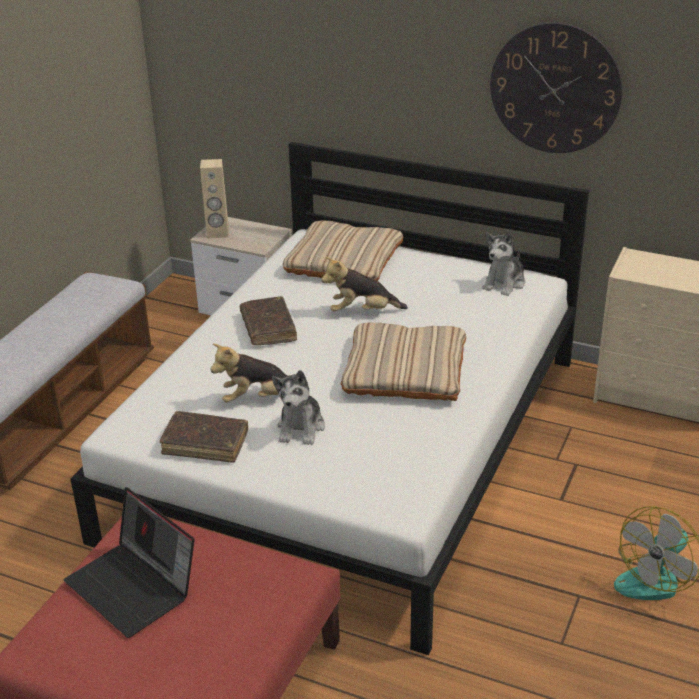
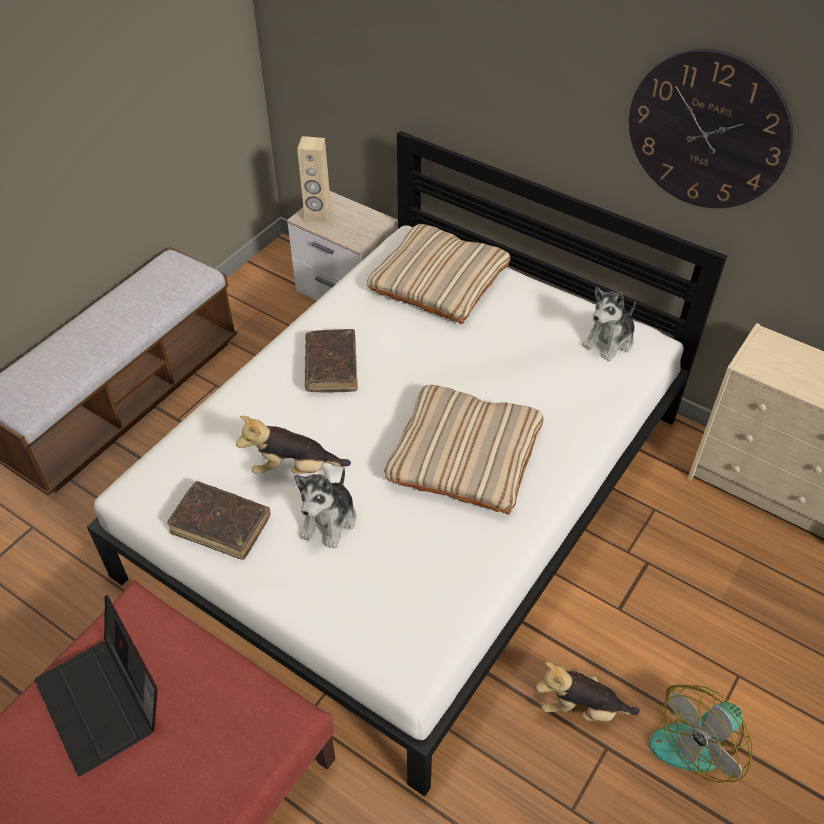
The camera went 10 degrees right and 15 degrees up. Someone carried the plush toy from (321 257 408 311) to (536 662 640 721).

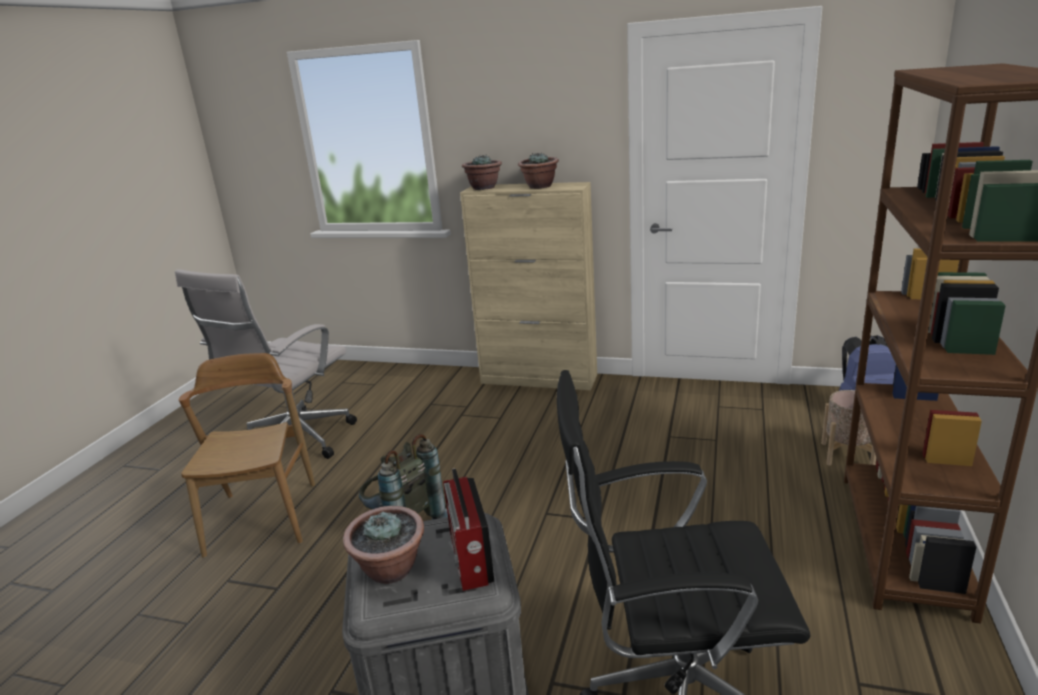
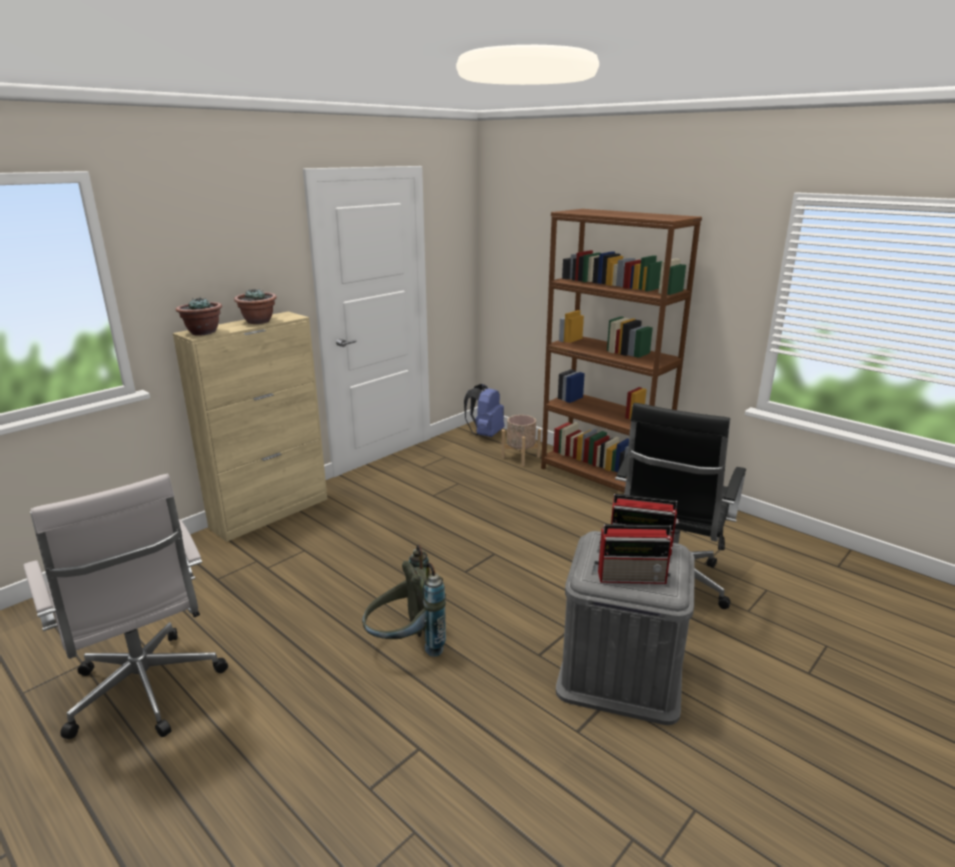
The camera went 65 degrees left and 0 degrees up. Someone swapped the potted plant at (343 506 424 584) for the radio at (598 524 672 584). Someone took away the brown chair at (178 353 315 558).

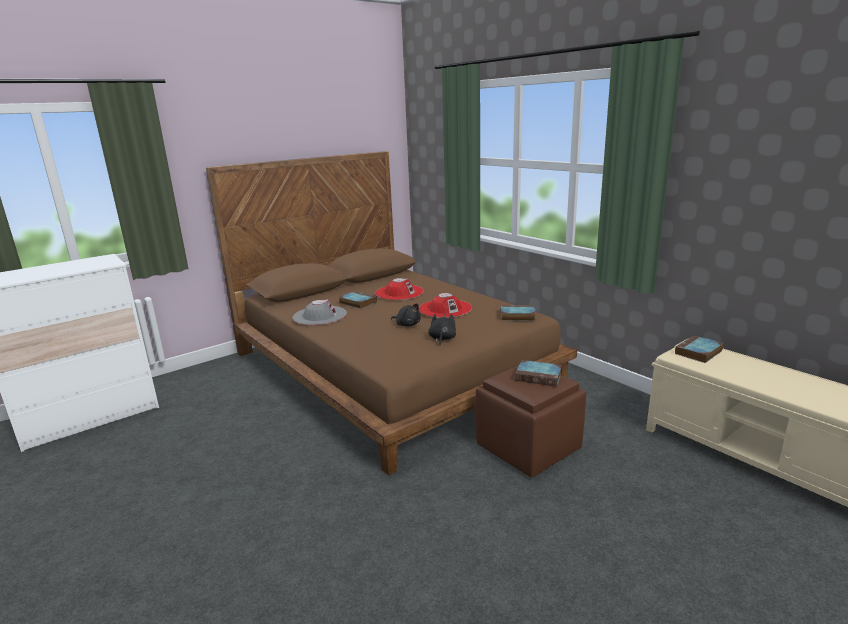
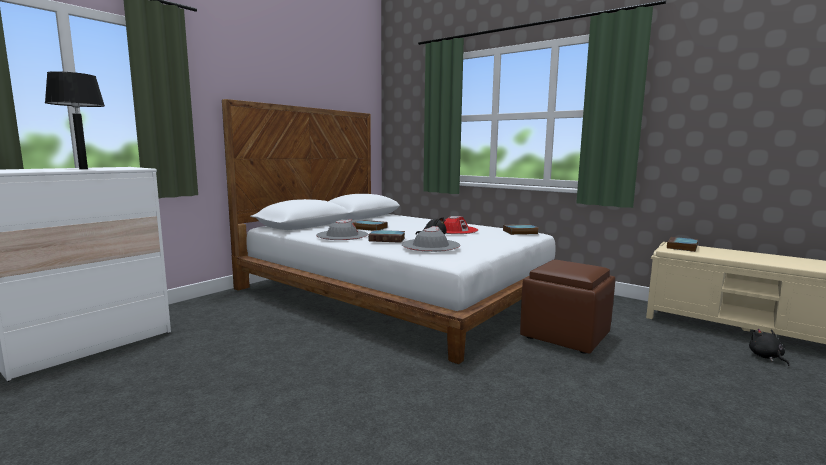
The camera went 15 degrees left and 10 degrees down. Someone put down the black table lamp at (45 71 105 169). Someone repainted the brown bed at (206 151 577 475), which became the white bed at (222 99 556 364). Someone carried the book from (515 360 562 387) to (368 230 405 243). Someone put down the grey hat at (402 226 460 252). Someone carried the black plush toy from (428 313 456 346) to (749 329 790 366). Someone took away the red hat at (375 278 424 300).

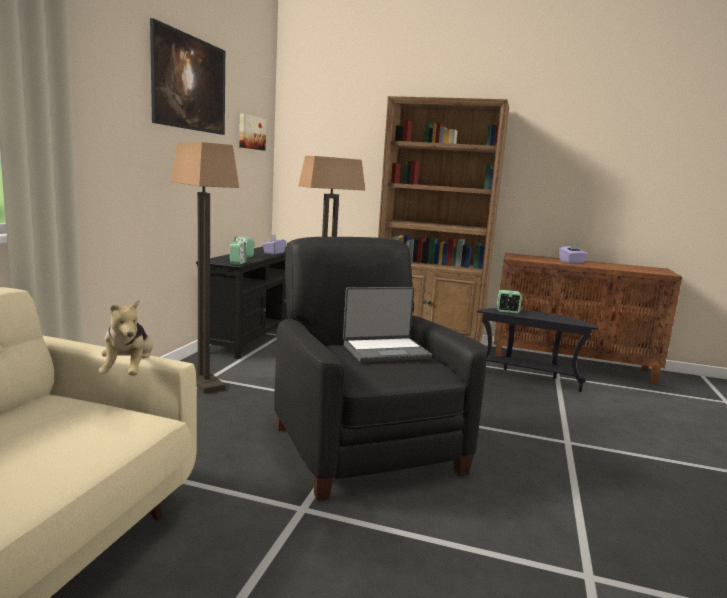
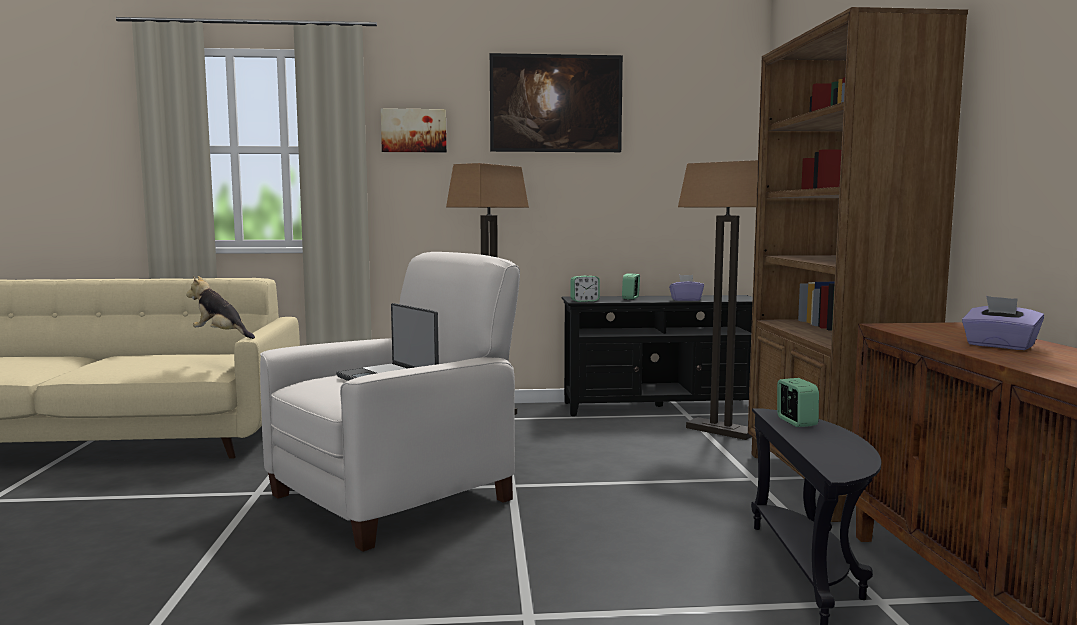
The camera went 70 degrees right and 5 degrees down. Someone rotated the plush toy at (99 299 153 376) by 60 degrees clockwise. Someone repainted the black armchair at (274 237 488 501), which became the white armchair at (260 252 520 552). Someone carried the picture from (239 114 266 151) to (381 108 447 153).

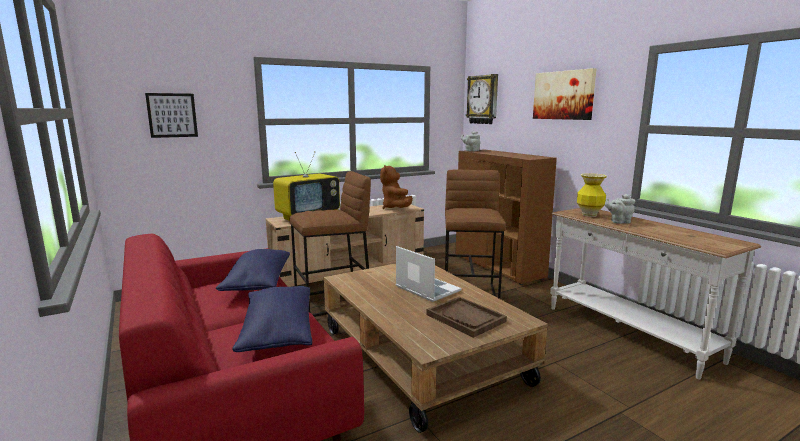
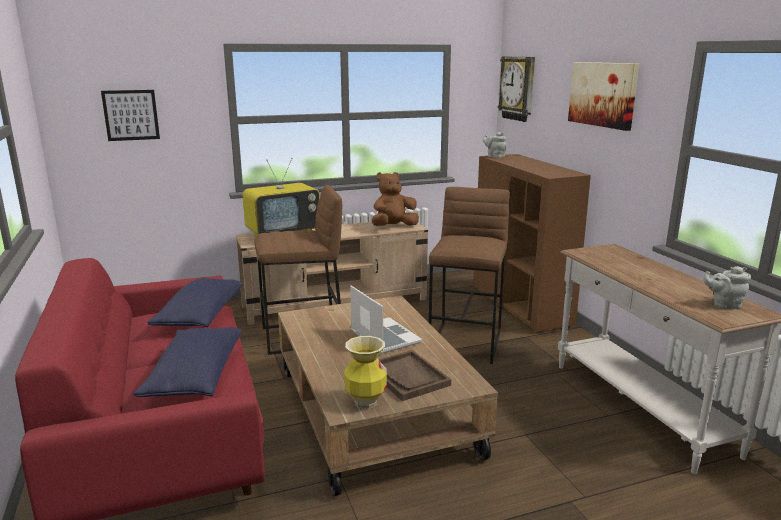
The camera went 10 degrees right and 5 degrees up. Someone carried the vase from (577 173 607 217) to (344 336 387 409). Someone rotated the brown plush toy at (380 165 413 209) by 60 degrees clockwise. Someone carried the grey teapot from (605 194 635 224) to (703 266 751 309).

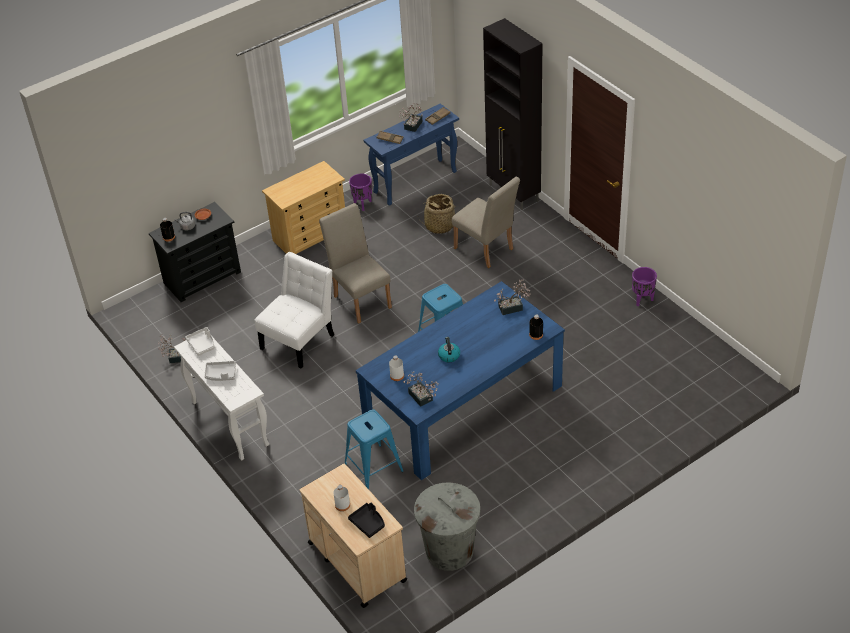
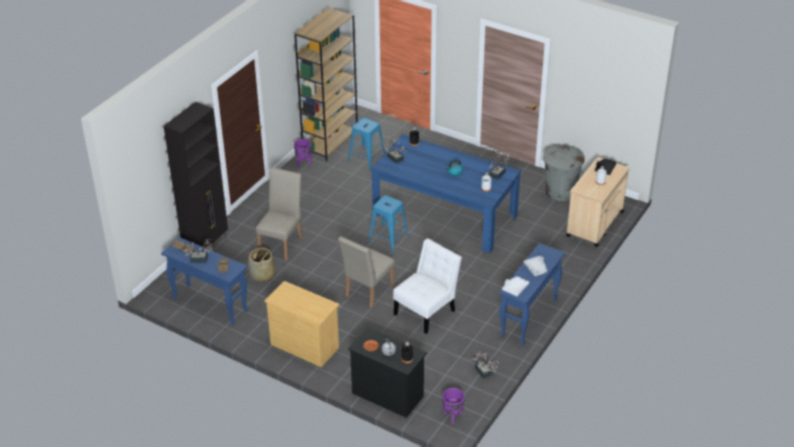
The camera went 115 degrees left and 5 degrees down. Someone put down the brown bookcase at (294 8 358 161). Someone carried the blue stool from (345 409 403 489) to (348 118 385 171). Someone rotated the white chair at (255 252 334 368) by 120 degrees clockwise. Someone carried the purple planter from (349 173 372 211) to (442 388 465 424). Someone repainted the white console table at (174 334 269 461), which became the blue console table at (499 243 565 345).

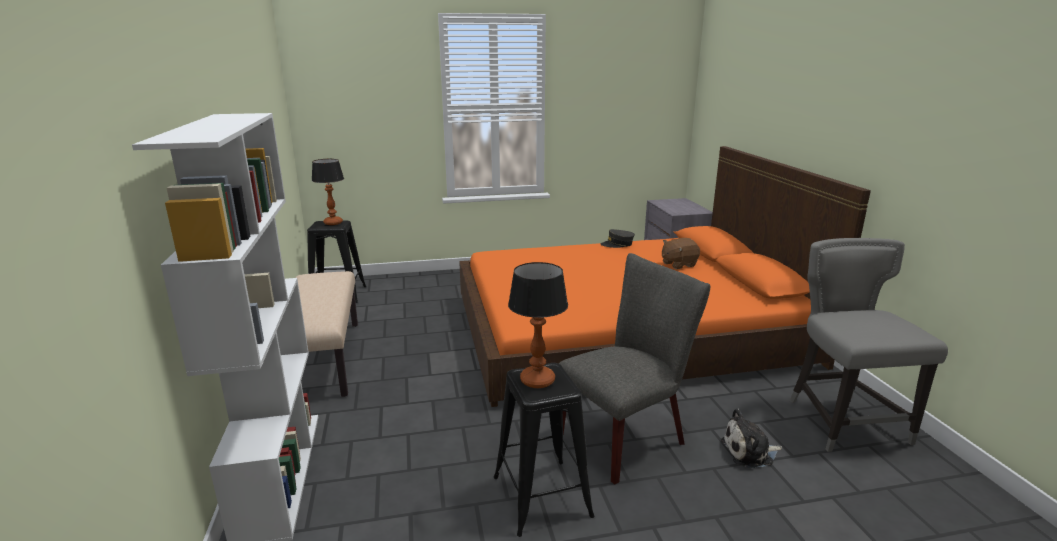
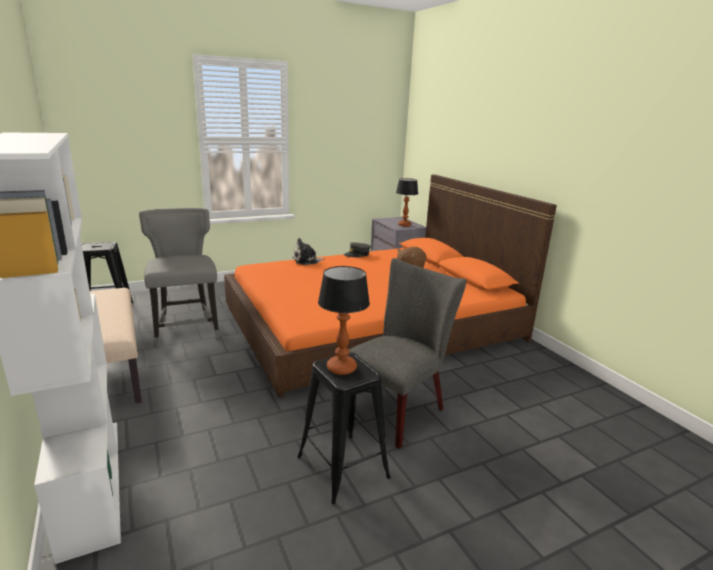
The camera went 15 degrees left and 0 degrees up. Someone carried the grey chair from (790 238 948 452) to (139 208 219 346). Someone carried the plush toy from (721 409 782 468) to (293 238 325 265). Someone carried the table lamp from (312 159 344 225) to (396 178 418 226).

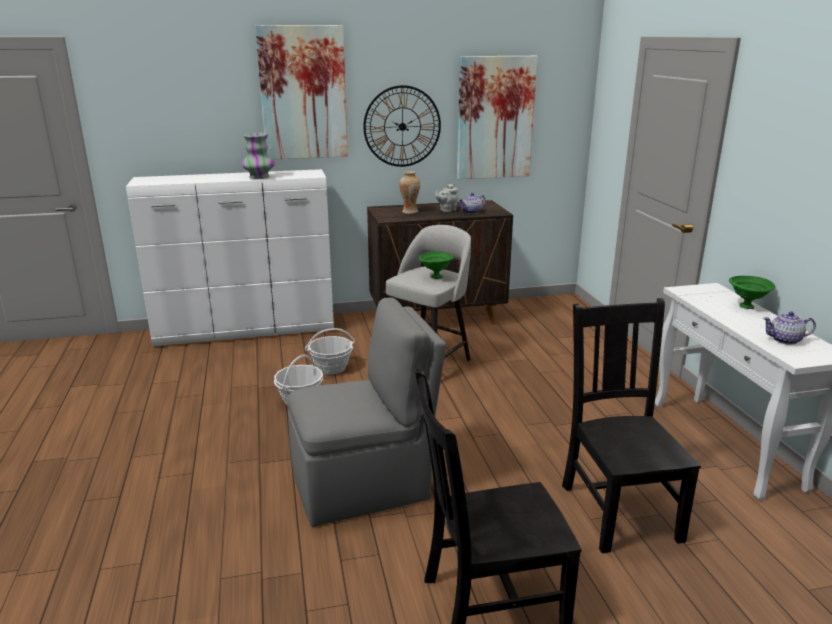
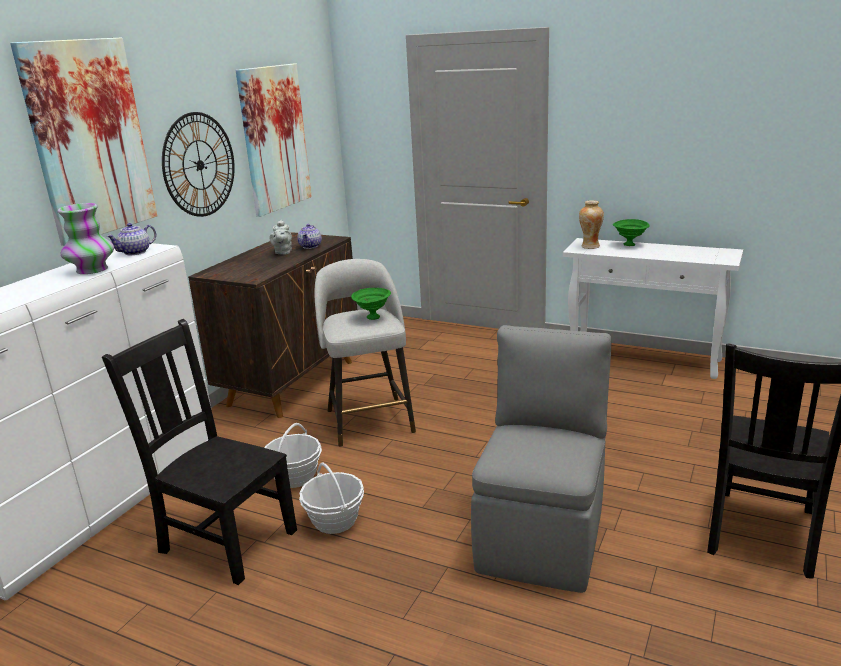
The camera went 50 degrees left and 0 degrees up. Someone carried the black chair from (562 298 701 553) to (102 319 297 585). Someone carried the teapot from (763 311 816 345) to (106 223 156 255). Someone carried the vase from (399 171 420 214) to (579 200 604 249).

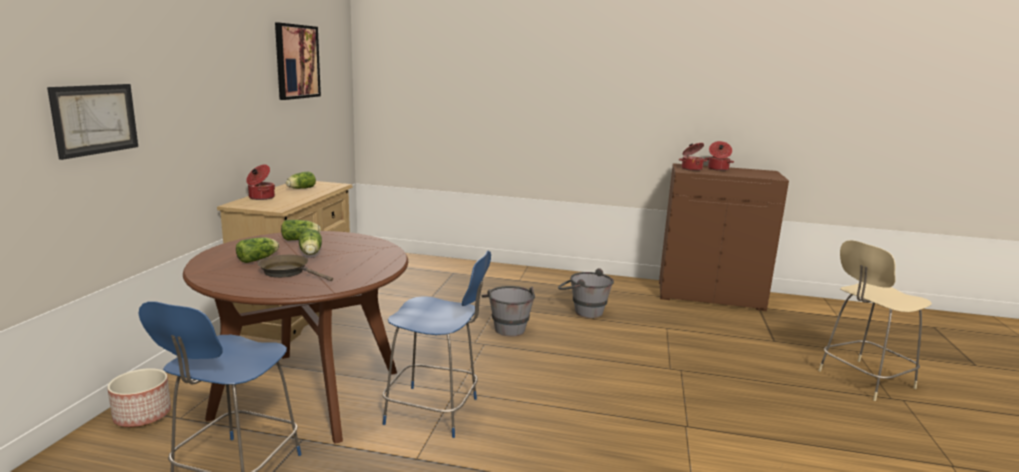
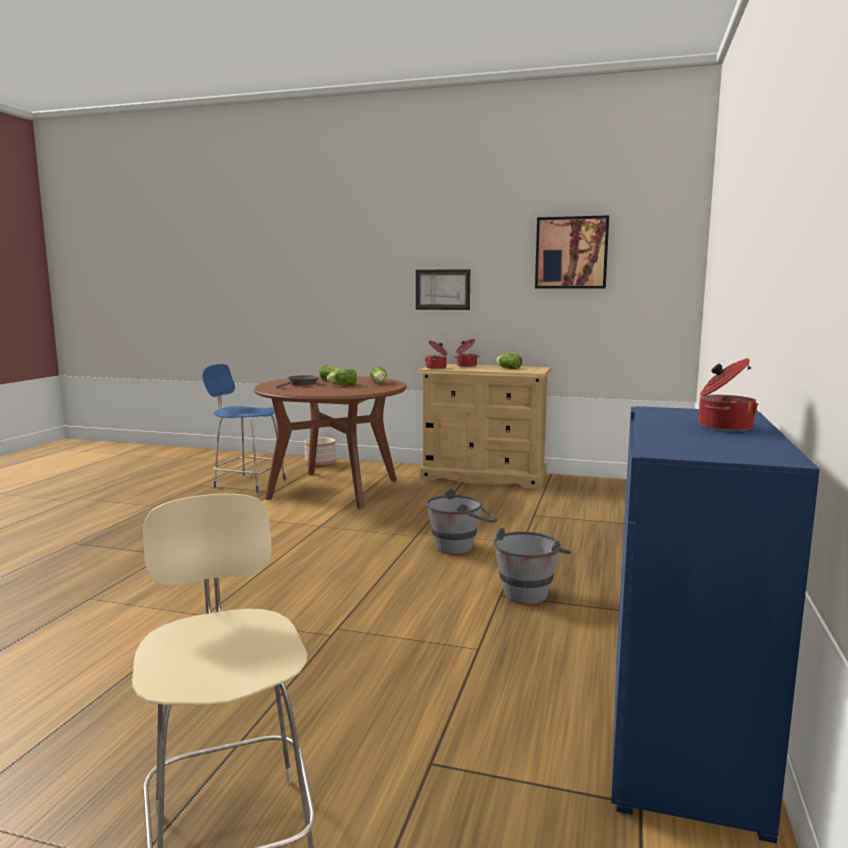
The camera went 95 degrees right and 5 degrees down. Someone carried the picture from (47 84 138 160) to (416 269 470 310). Someone carried the cooking pot from (679 143 707 171) to (425 340 447 369). Someone repainted the brown cabinet at (659 163 789 311), which became the blue cabinet at (611 406 820 843). Someone took away the blue chair at (382 251 491 438).

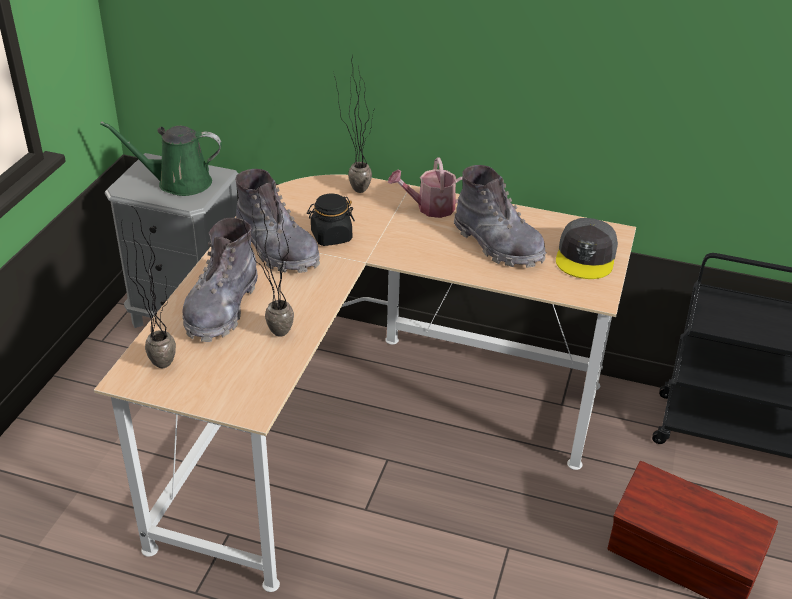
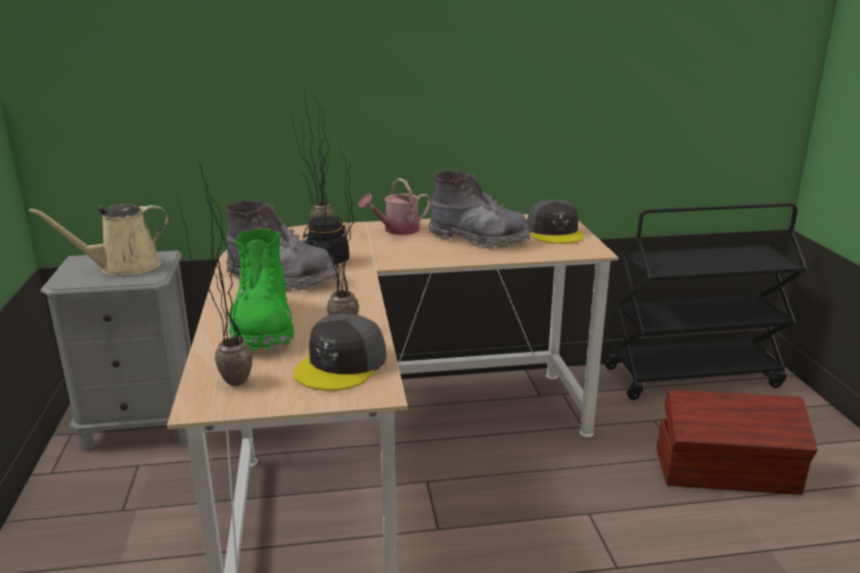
The camera went 25 degrees left and 15 degrees down. Someone repainted the green watering can at (100 121 222 196), which became the beige watering can at (29 203 169 275). Someone repainted the grey boot at (182 218 258 342), which became the green boot at (229 229 294 353). Someone put down the grey cap at (294 313 387 391).

